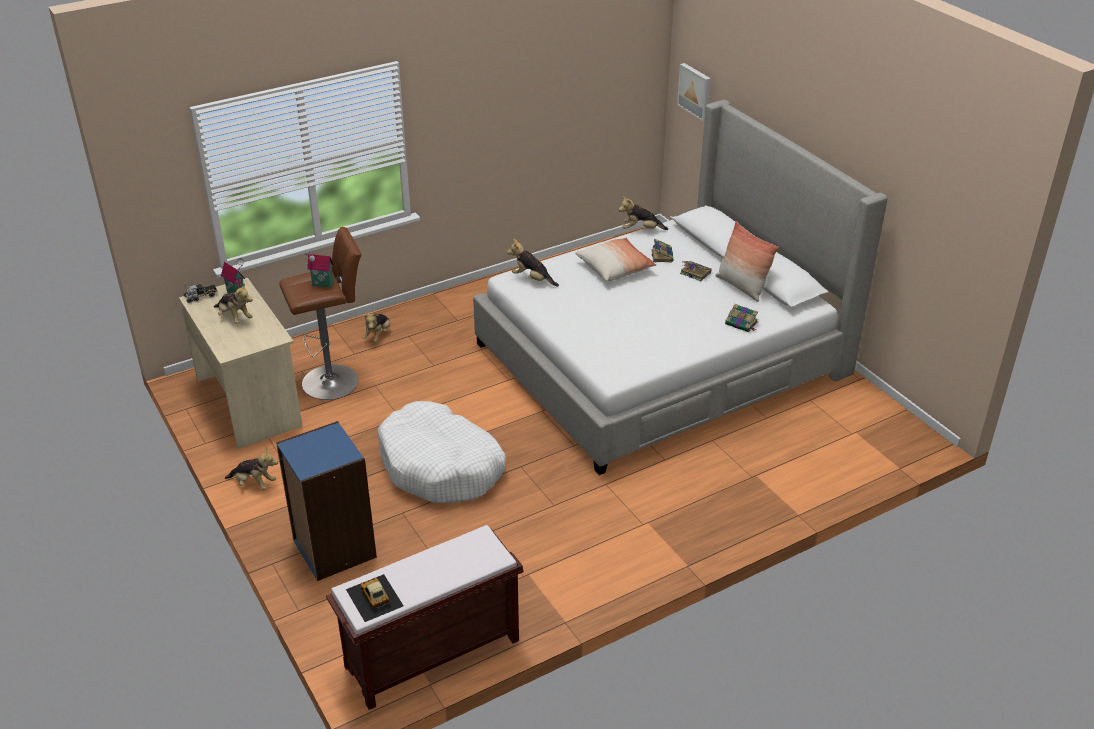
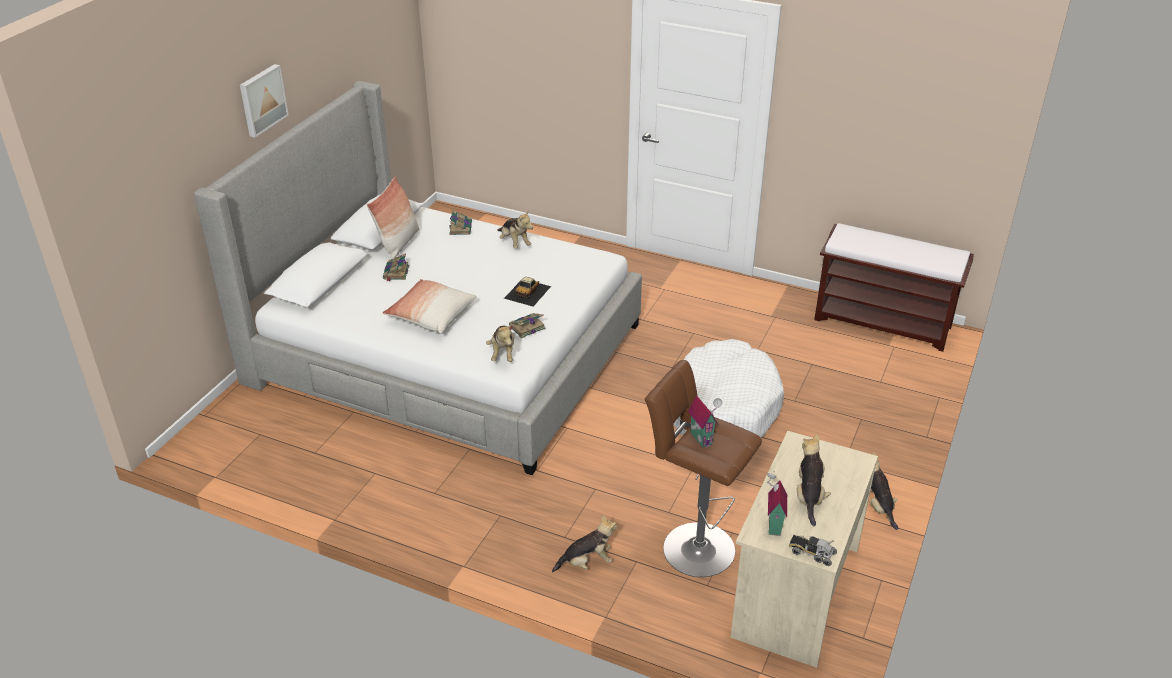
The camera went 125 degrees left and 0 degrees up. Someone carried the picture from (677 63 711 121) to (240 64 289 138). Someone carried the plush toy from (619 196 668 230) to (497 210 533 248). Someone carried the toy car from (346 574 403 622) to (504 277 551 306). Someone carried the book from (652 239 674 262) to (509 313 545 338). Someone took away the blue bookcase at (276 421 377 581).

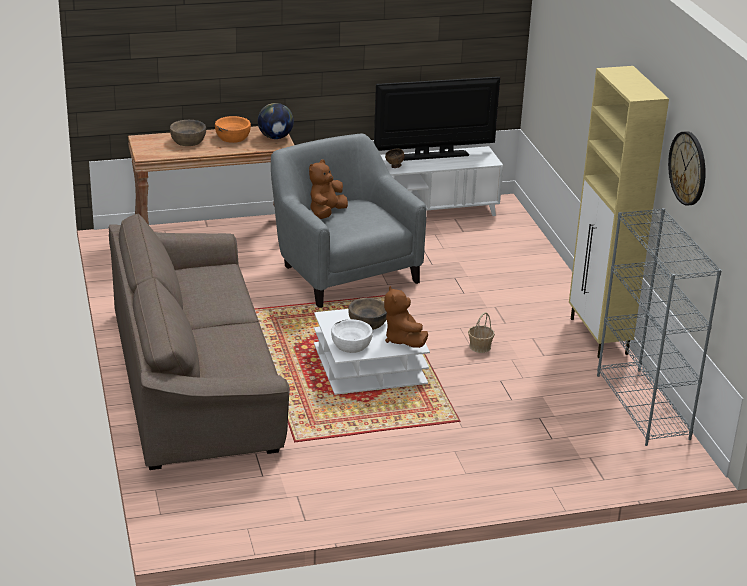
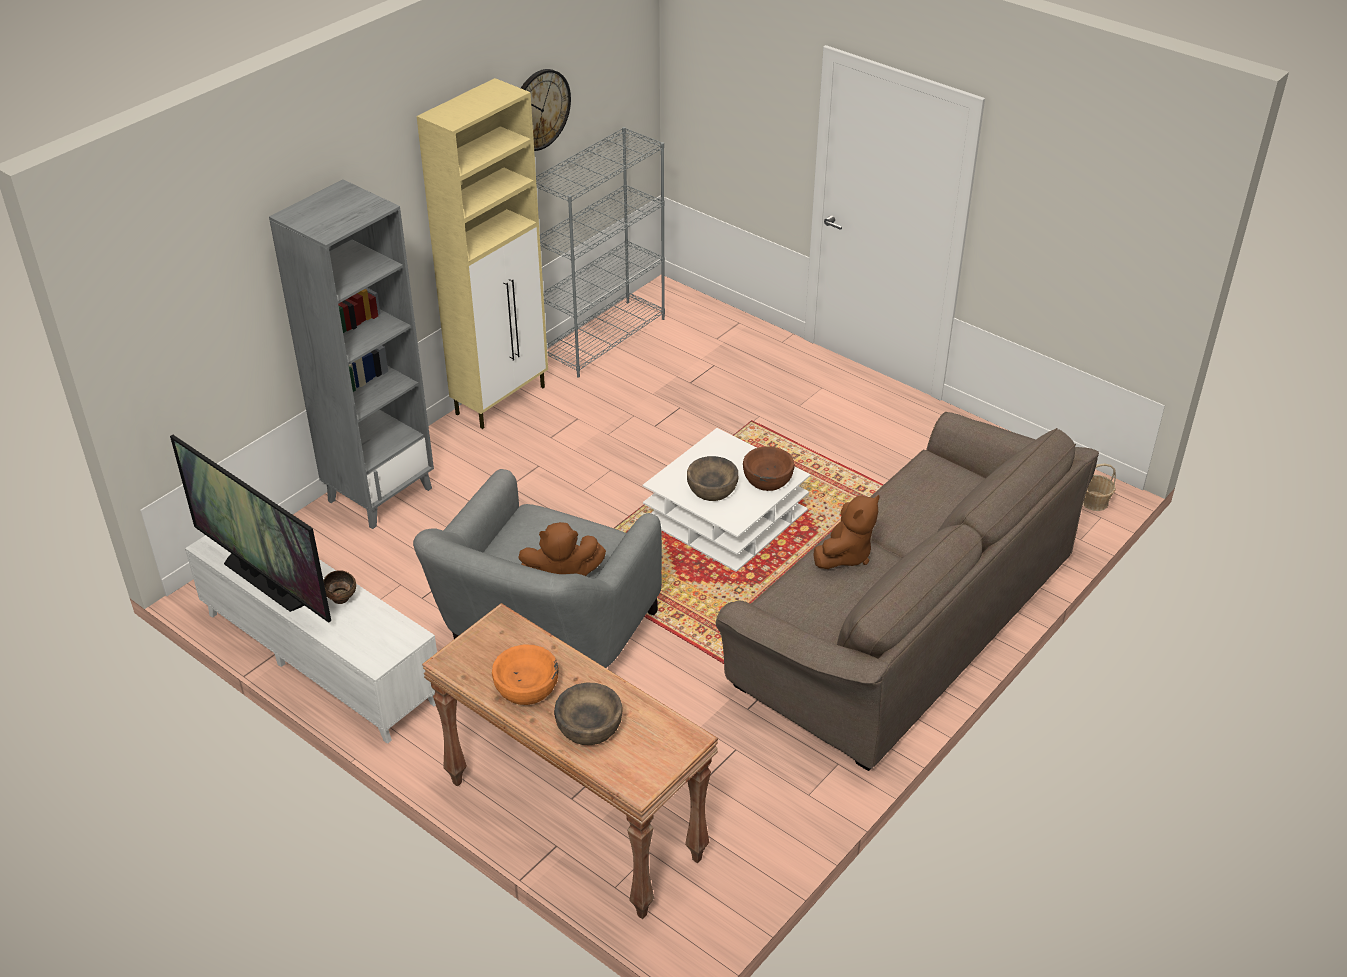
The camera went 125 degrees left and 10 degrees up. Someone put down the grey bookcase at (269 179 434 529). Someone repainted the white bowl at (331 319 373 353), which became the brown bowl at (743 446 794 491). Someone carried the brown plush toy from (384 286 428 348) to (813 495 879 569). Someone carried the basket from (468 312 495 353) to (1083 463 1116 511). Someone took away the globe at (258 103 294 139).

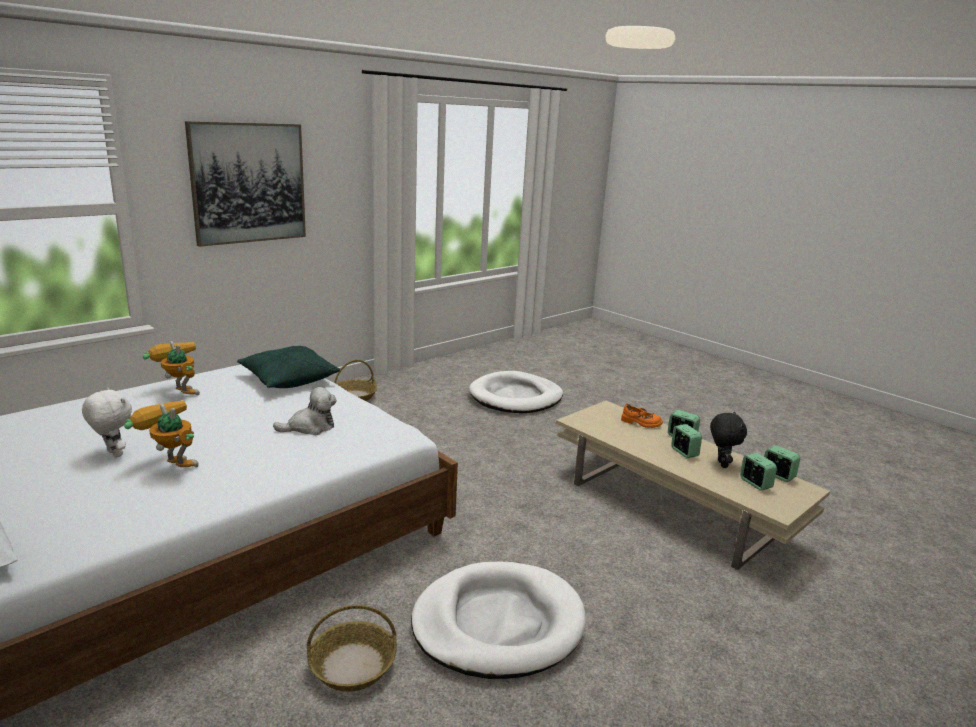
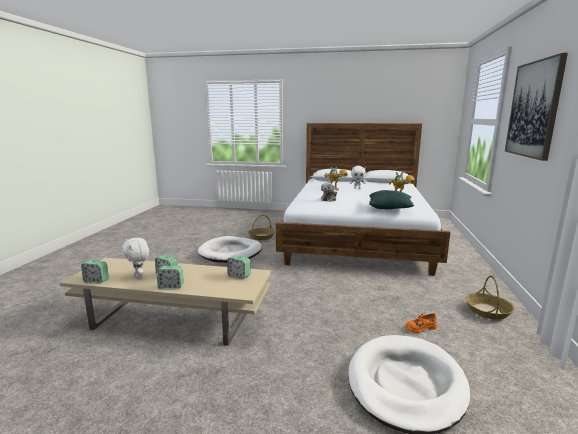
The camera went 145 degrees right and 5 degrees down. Someone repainted the black plush toy at (710 412 747 468), which became the white plush toy at (122 238 149 279). Someone carried the alarm clock from (740 453 777 491) to (227 255 250 279). Someone carried the orange shoe from (621 404 663 428) to (405 314 437 333).

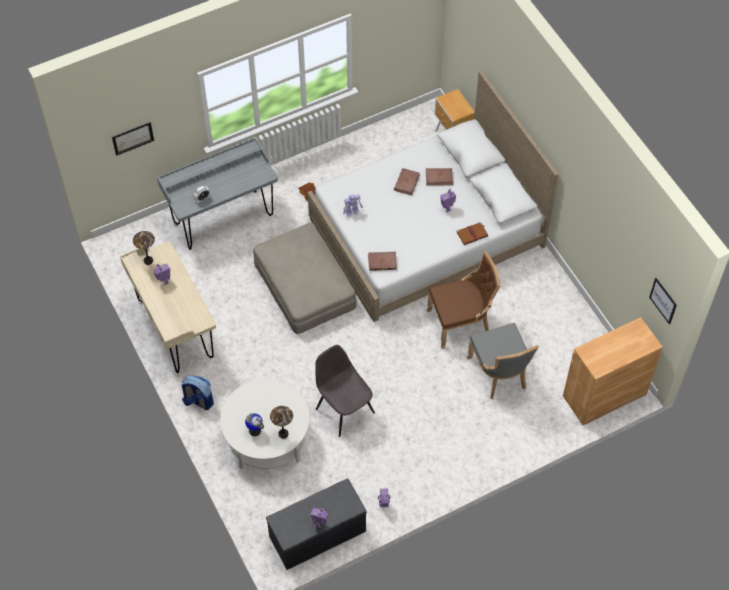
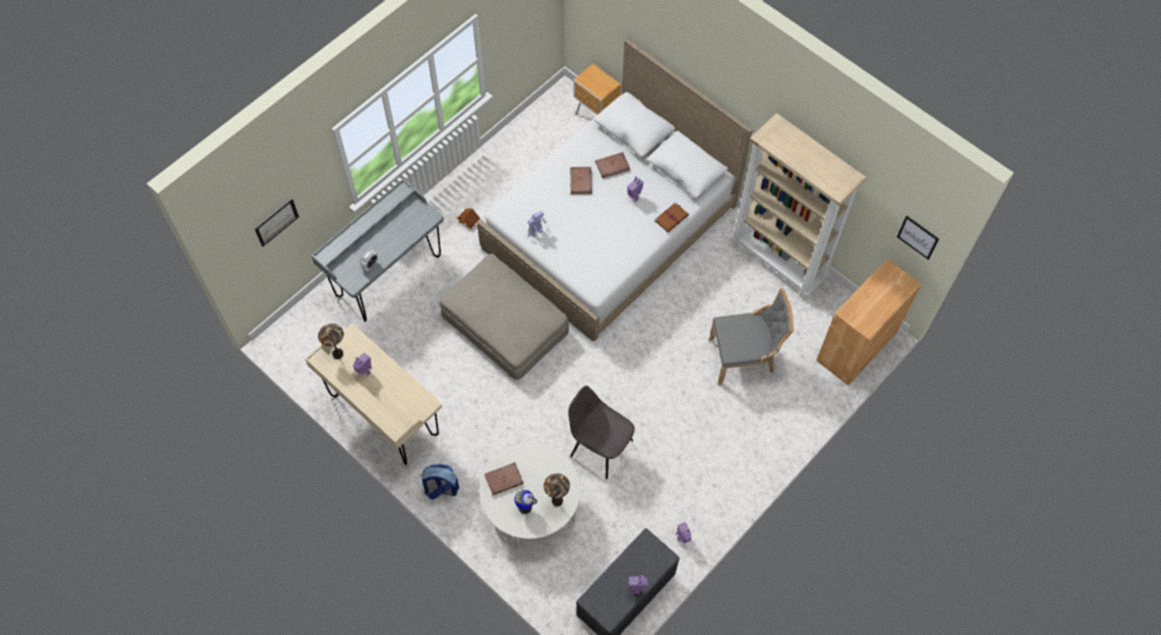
The camera went 20 degrees left and 5 degrees up. Someone carried the brown book from (368 252 397 271) to (484 462 524 495). Someone rotated the grey chair at (467 323 539 399) by 60 degrees counterclockwise. Someone put down the beige bookcase at (731 113 866 300). Someone took away the brown chair at (427 251 500 349).

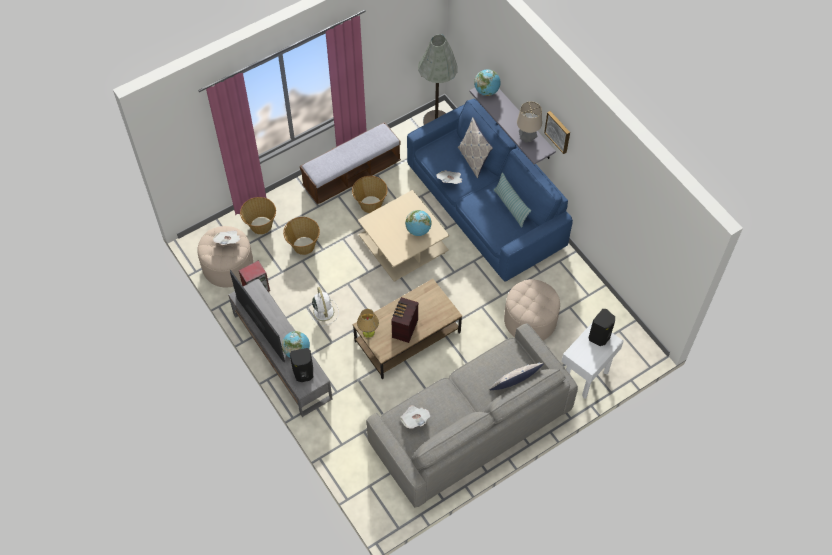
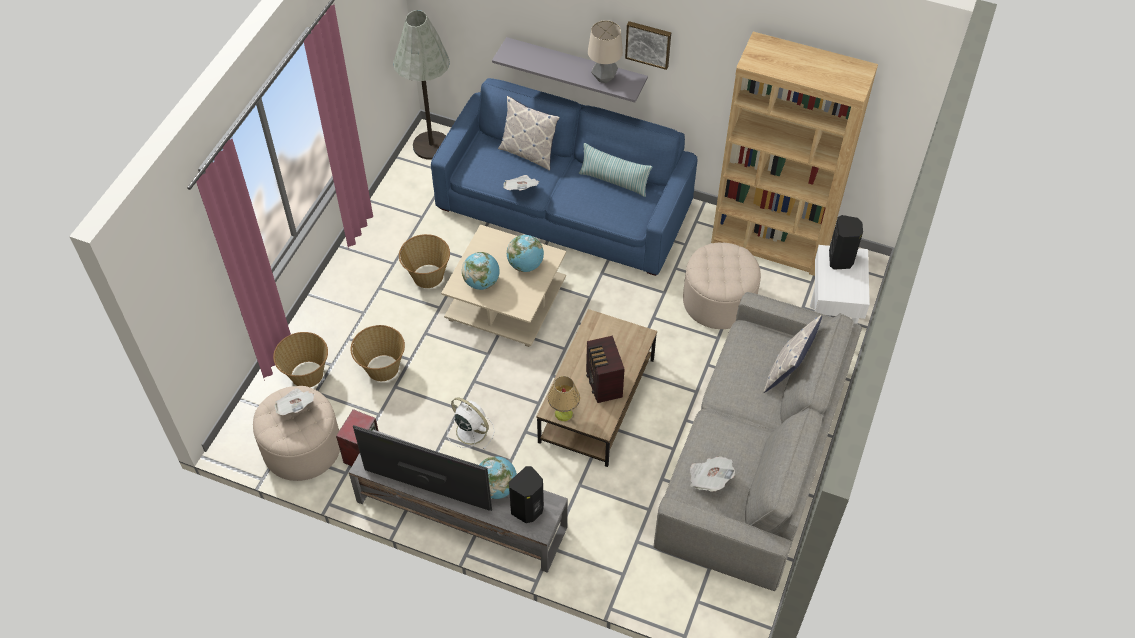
The camera went 35 degrees left and 5 degrees down. Someone carried the globe from (474 70 501 96) to (462 252 500 290). Someone put down the brown bookcase at (711 32 878 276). Someone took away the bench at (300 122 401 204).

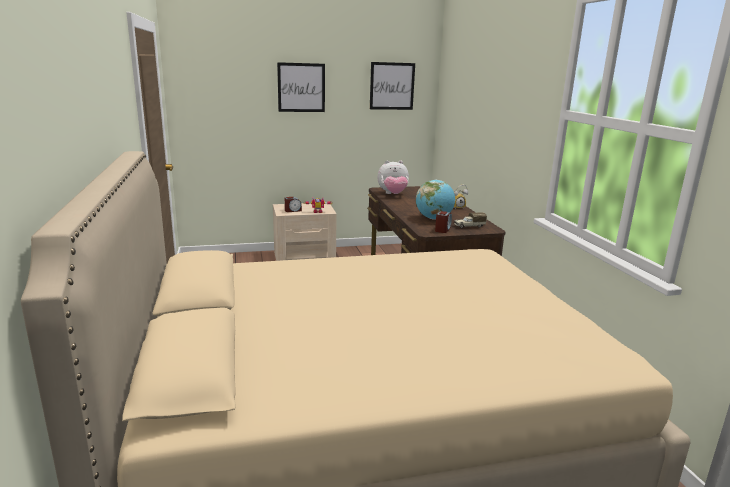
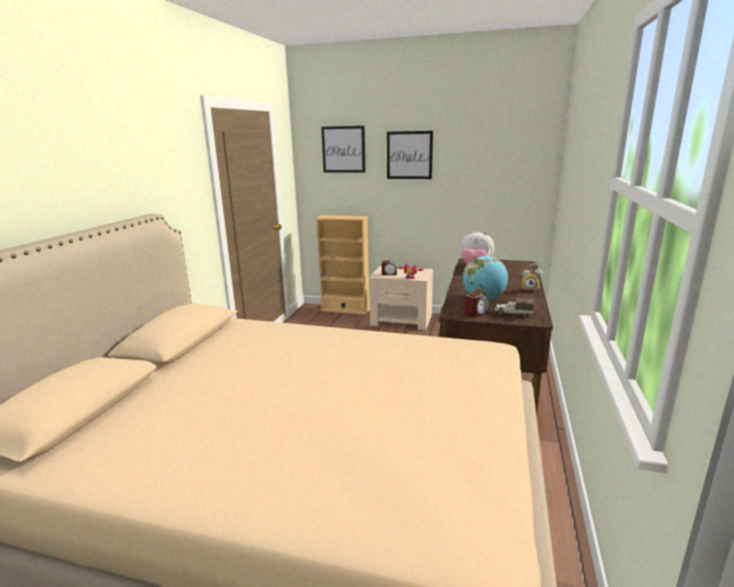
The camera went 30 degrees right and 0 degrees up. Someone put down the beige bookcase at (315 215 370 315). Someone carried the picture from (370 62 415 110) to (321 126 365 173).

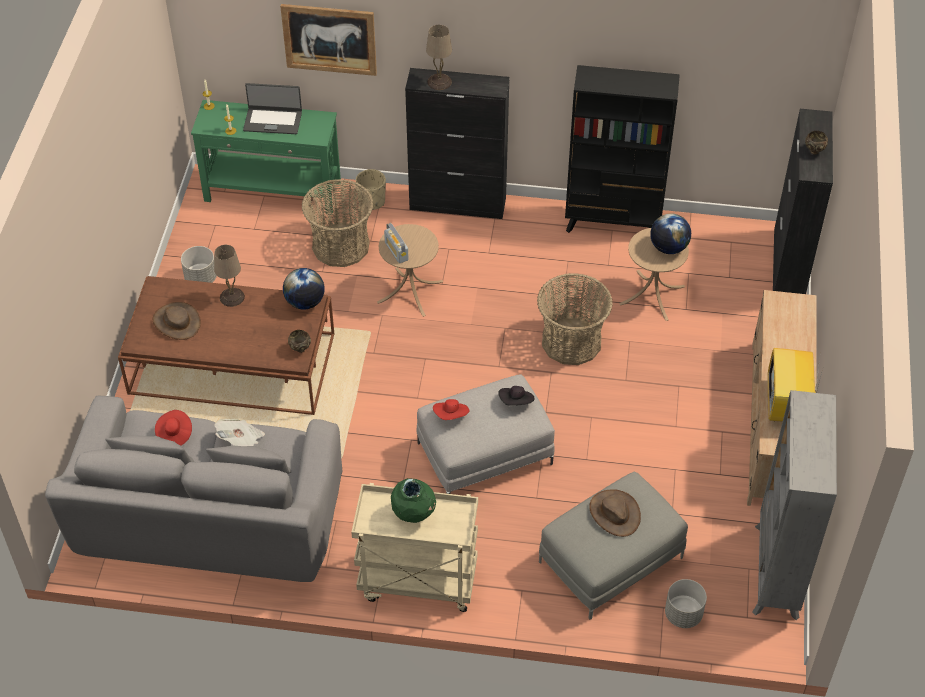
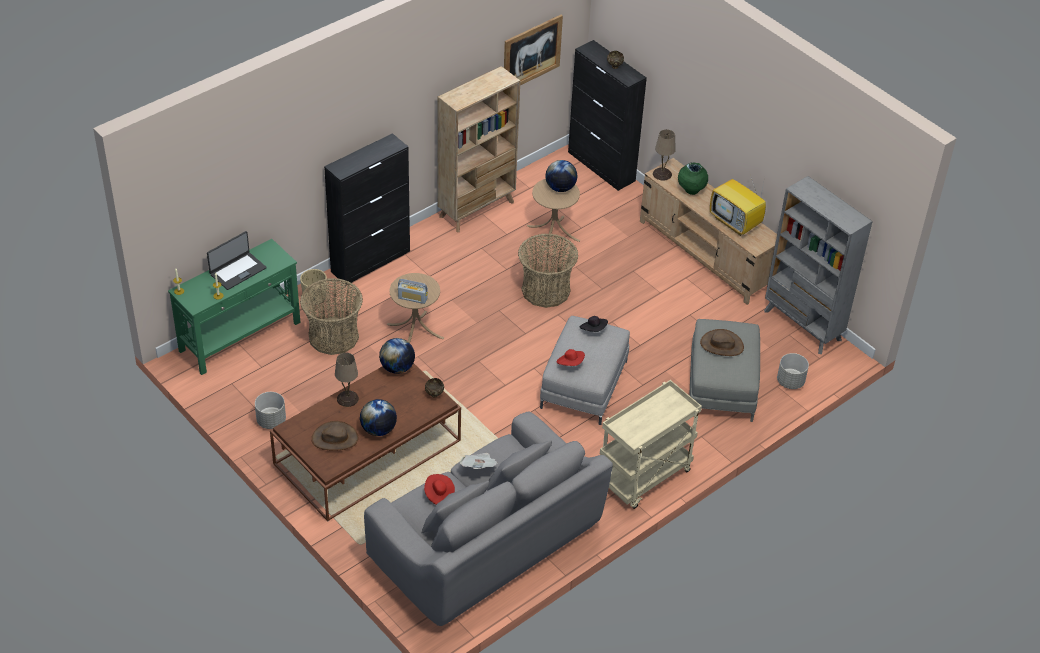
The camera went 50 degrees left and 5 degrees down. Someone put down the globe at (360 399 397 436). Someone repainted the black bookcase at (565 65 680 233), which became the beige bookcase at (438 66 520 232). Someone carried the picture from (280 4 377 76) to (504 15 563 85). Someone carried the beige table lamp from (426 25 452 90) to (653 129 676 181). Someone carried the green vase from (391 478 436 523) to (678 163 708 195).

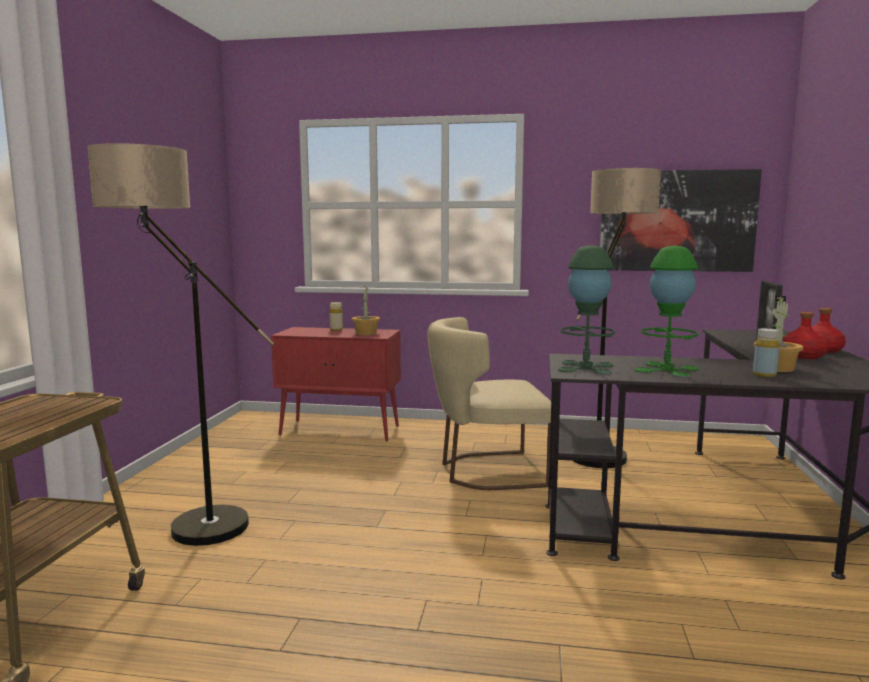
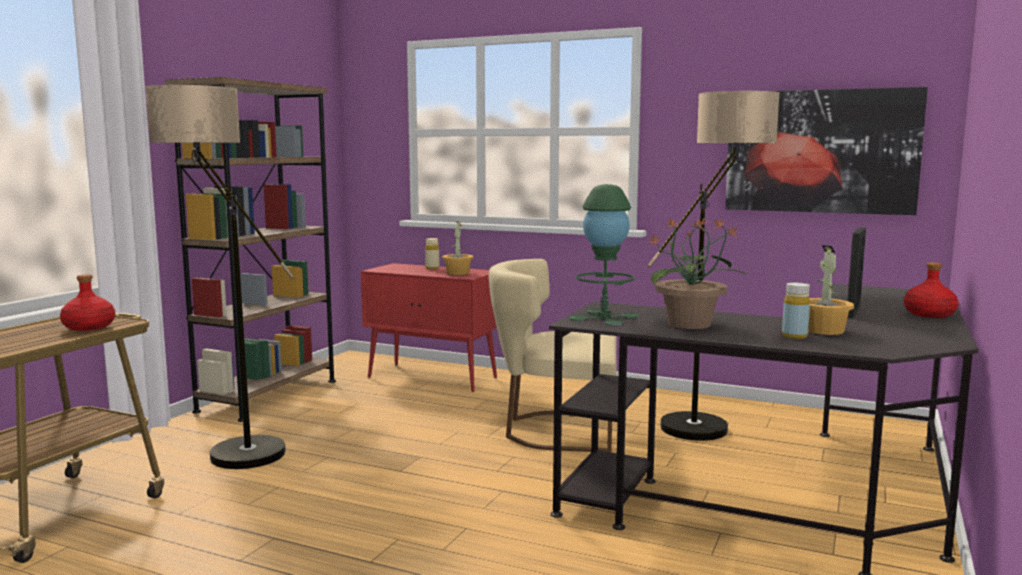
The camera went 15 degrees right and 0 degrees up. Someone carried the red bottle from (782 312 828 359) to (60 274 115 331). Someone put down the brown bookcase at (165 77 336 422). Someone swapped the green table lamp at (635 246 699 378) for the potted plant at (648 217 746 329).

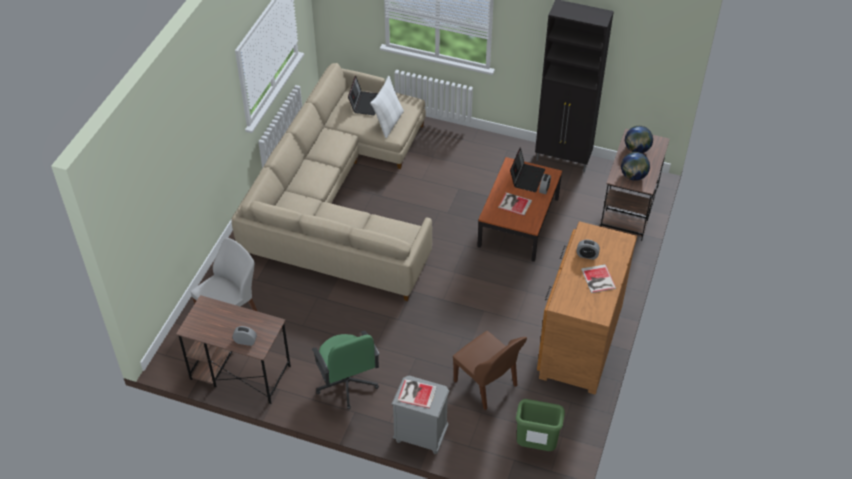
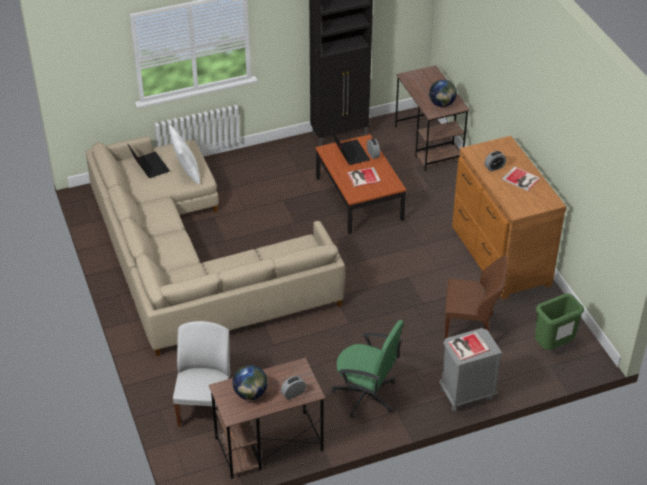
The camera went 40 degrees left and 5 degrees down. Someone carried the globe from (625 126 653 153) to (233 365 268 400).

